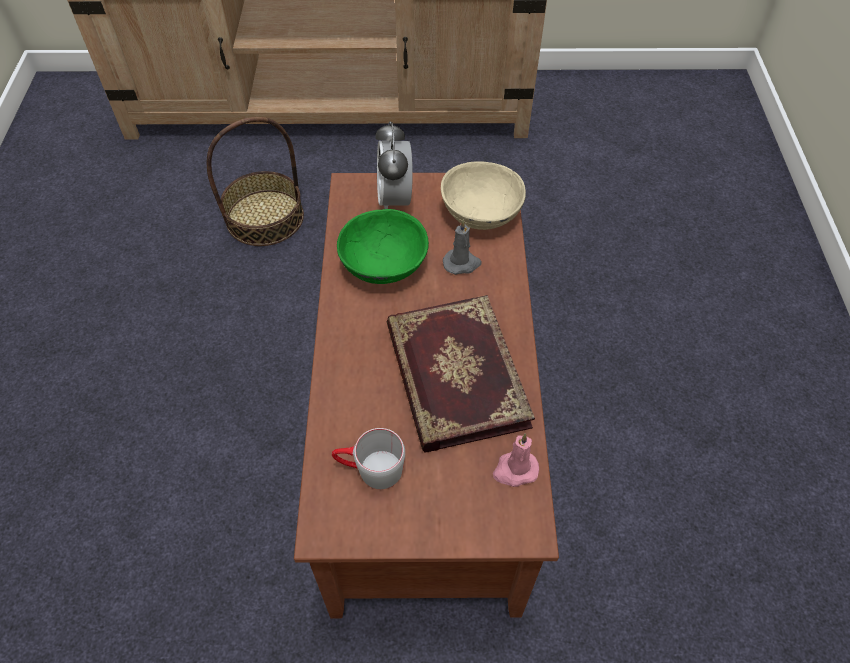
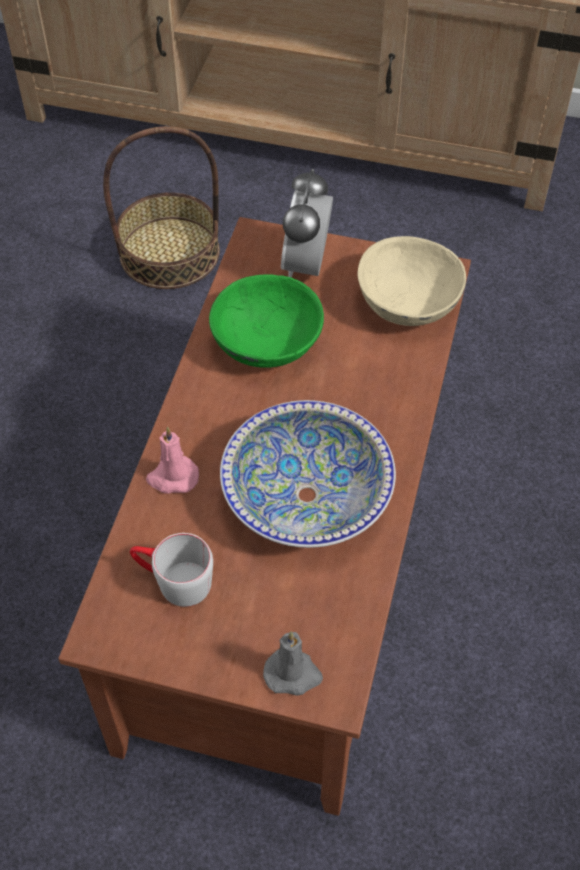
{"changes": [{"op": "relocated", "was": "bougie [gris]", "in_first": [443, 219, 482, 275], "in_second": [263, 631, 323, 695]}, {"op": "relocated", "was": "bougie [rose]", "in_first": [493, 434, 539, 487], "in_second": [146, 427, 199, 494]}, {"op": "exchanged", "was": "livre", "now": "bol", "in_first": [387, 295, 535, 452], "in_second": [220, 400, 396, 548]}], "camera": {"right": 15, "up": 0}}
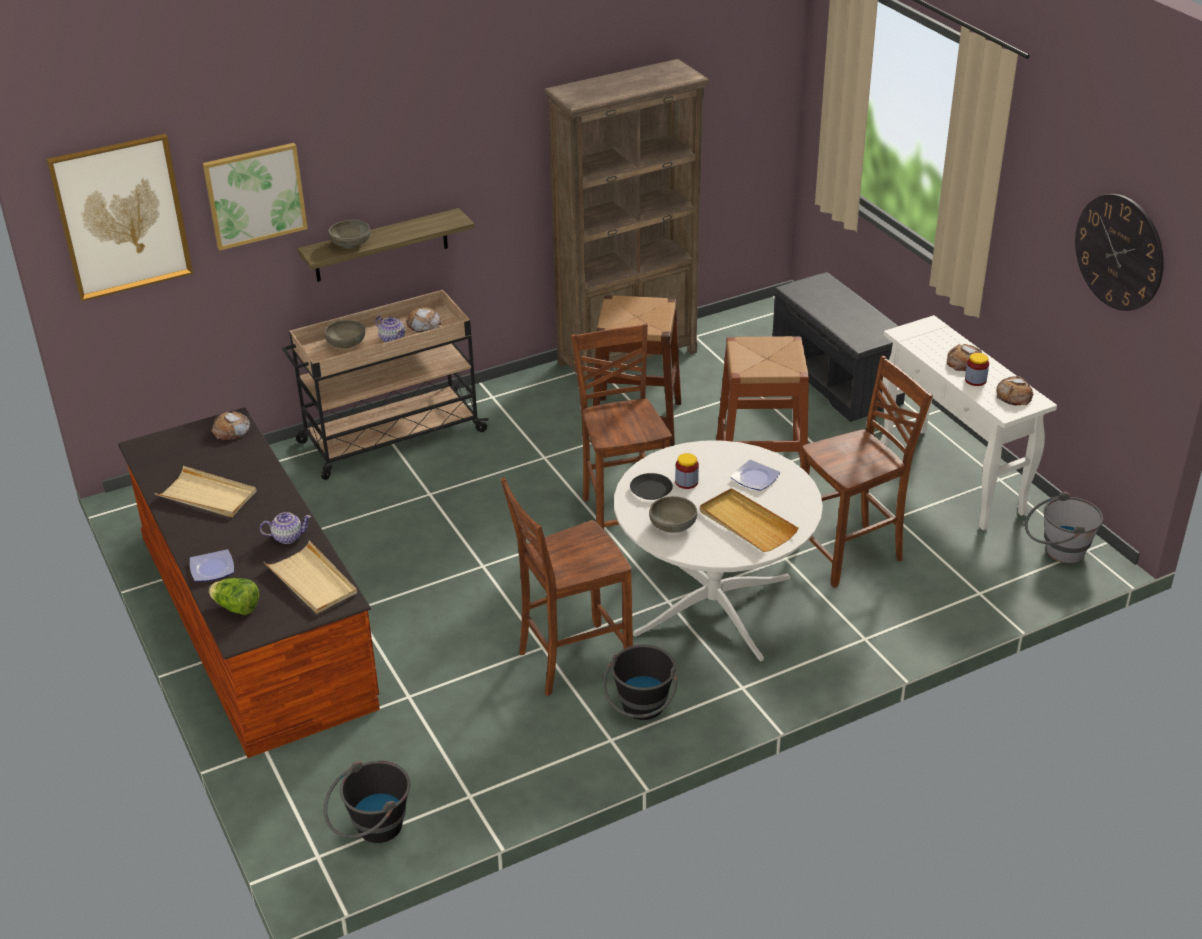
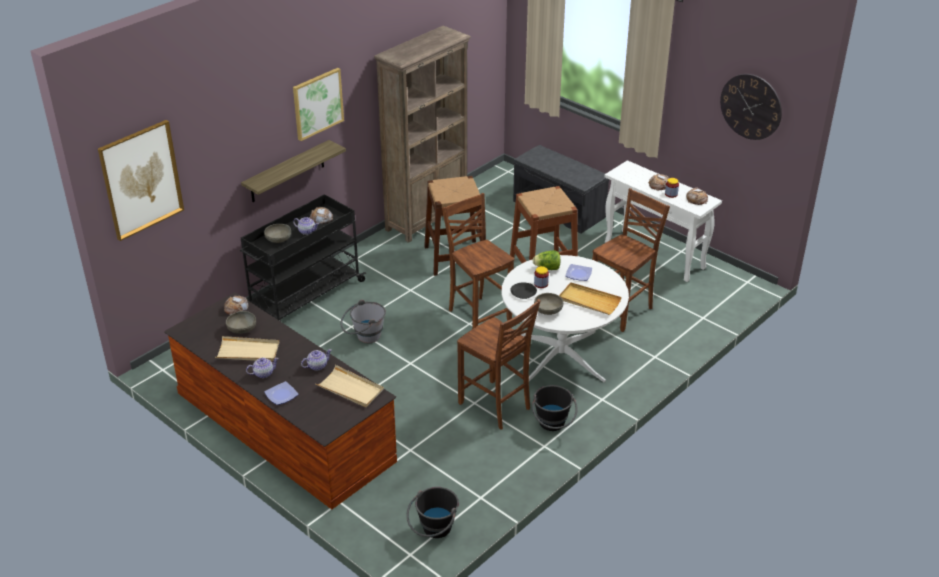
{"changes": [{"op": "appeared", "now": "théière", "in_second": [246, 357, 279, 378]}, {"op": "relocated", "was": "tableau", "in_first": [203, 143, 308, 250], "in_second": [293, 68, 344, 141]}, {"op": "relocated", "was": "laitue", "in_first": [209, 578, 259, 615], "in_second": [532, 250, 561, 270]}, {"op": "relocated", "was": "bol [gris]", "in_first": [328, 220, 370, 249], "in_second": [226, 311, 256, 334]}, {"op": "relocated", "was": "seau [gris]", "in_first": [1025, 492, 1103, 563], "in_second": [340, 299, 386, 343]}, {"op": "colour", "was": "chariot [beige]", "now": "chariot [noir]", "in_first": [282, 290, 489, 480], "in_second": [240, 194, 366, 322]}, {"op": "spun", "was": "chaise [marron]", "in_first": [501, 477, 633, 696], "in_second": [457, 299, 541, 430], "clockwise": -90}], "camera": {"right": -20, "up": 0}}
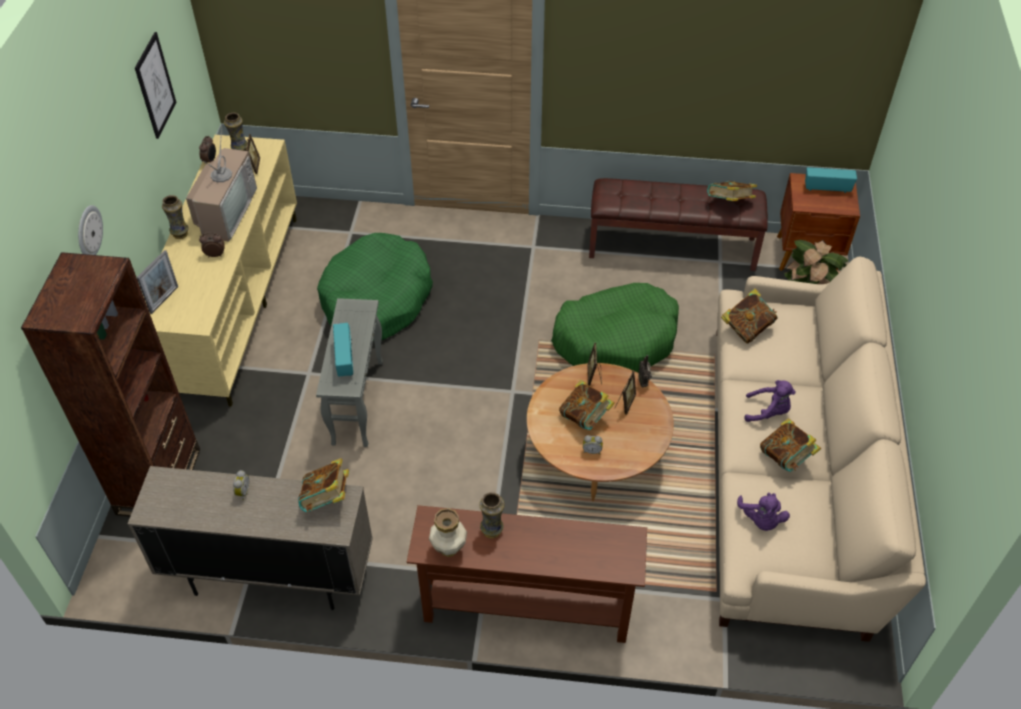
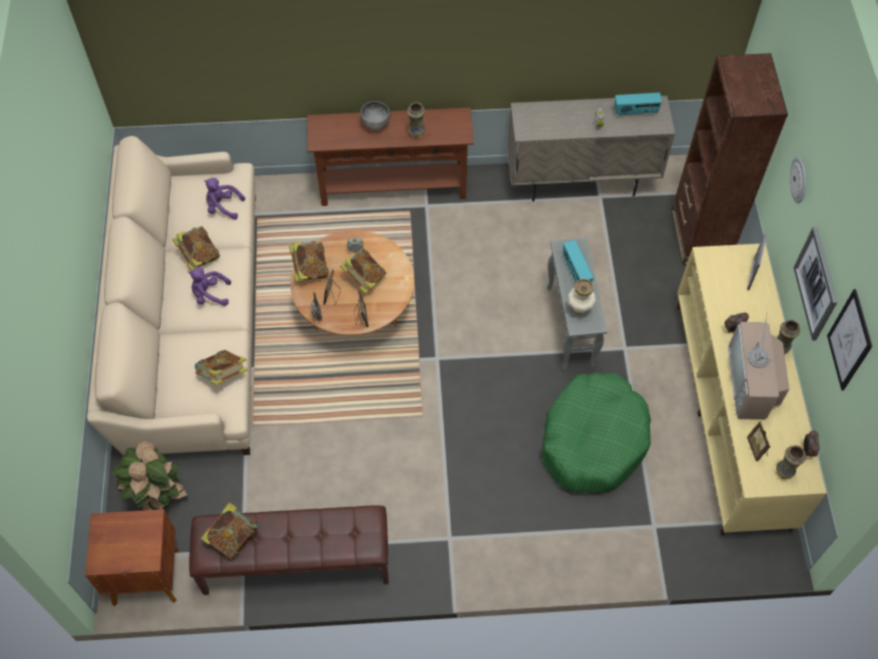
{"changes": [{"op": "missing", "was": "panier pour chien [vert]", "in_first": [551, 283, 679, 373]}, {"op": "appeared", "now": "bol [gris]", "in_second": [360, 101, 390, 130]}, {"op": "appeared", "now": "tableau", "in_second": [794, 227, 837, 341]}, {"op": "relocated", "was": "livre", "in_first": [298, 458, 349, 512], "in_second": [289, 241, 329, 282]}, {"op": "relocated", "was": "vase", "in_first": [429, 508, 467, 557], "in_second": [567, 279, 596, 315]}, {"op": "relocated", "was": "radio", "in_first": [805, 167, 857, 193], "in_second": [615, 93, 662, 116]}, {"op": "spun", "was": "peluche [violet]", "in_first": [737, 493, 790, 531], "in_second": [204, 178, 245, 220], "clockwise": -60}], "camera": {"right": 170, "up": 10}}
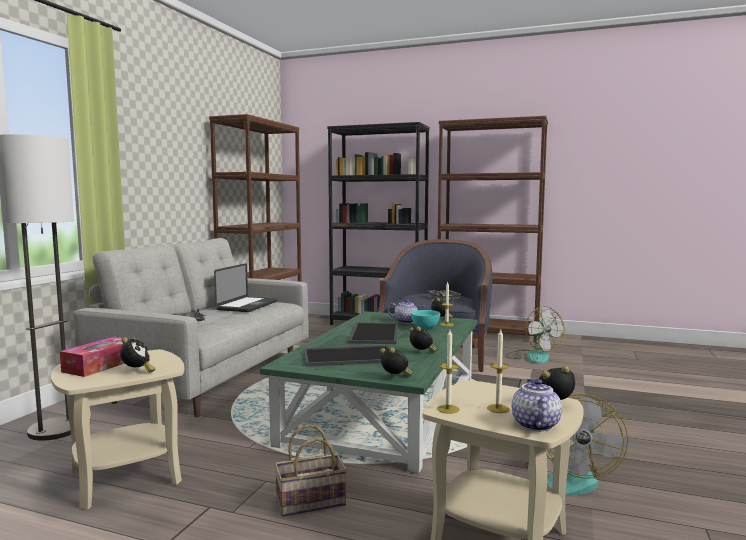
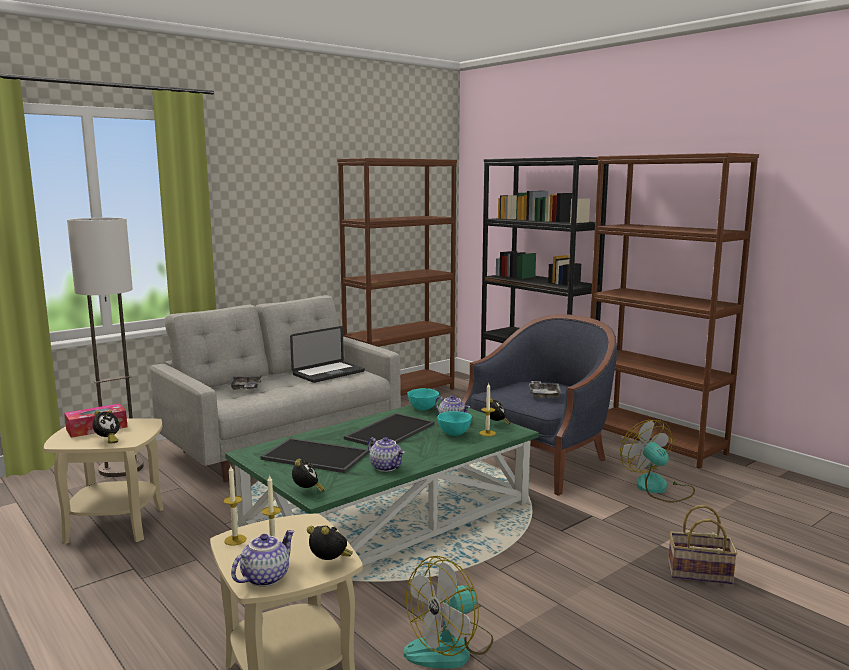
{"changes": [{"op": "appeared", "now": "bol [turquoise]", "in_second": [407, 388, 439, 410]}, {"op": "relocated", "was": "panier", "in_first": [274, 424, 347, 517], "in_second": [668, 505, 738, 584]}, {"op": "exchanged", "was": "réveil", "now": "théière", "in_first": [409, 326, 437, 352], "in_second": [368, 437, 405, 472]}, {"op": "spun", "was": "ventilateur", "in_first": [506, 306, 565, 364], "in_second": [620, 420, 695, 503], "clockwise": 150}], "camera": {"right": 30, "up": 5}}
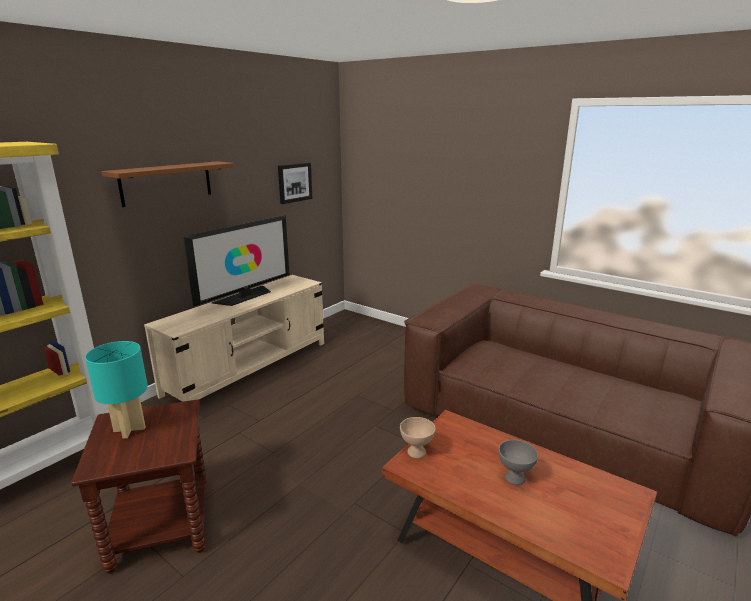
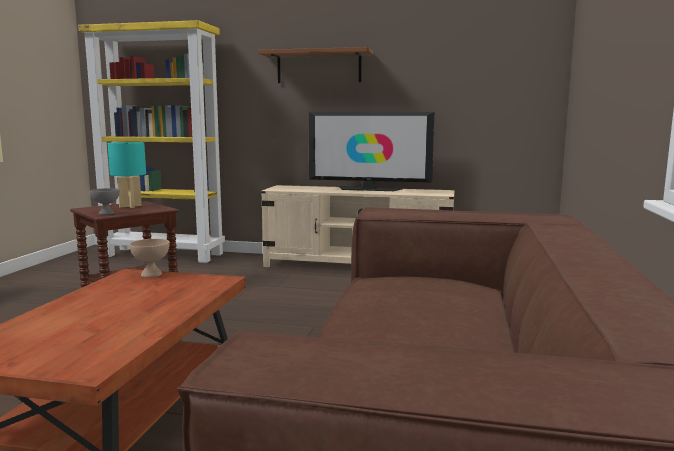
{"changes": [{"op": "missing", "was": "tableau", "in_first": [278, 162, 313, 204]}, {"op": "relocated", "was": "bol [gris]", "in_first": [499, 440, 538, 485], "in_second": [90, 188, 120, 215]}], "camera": {"right": 65, "up": -10}}
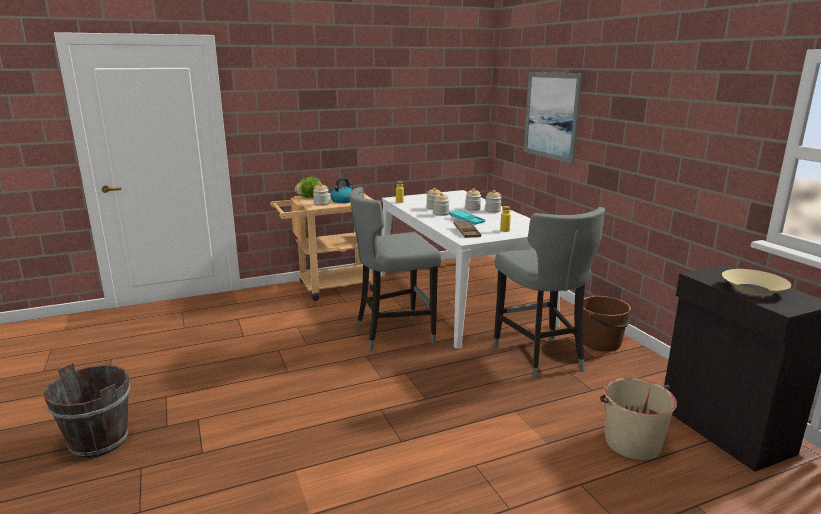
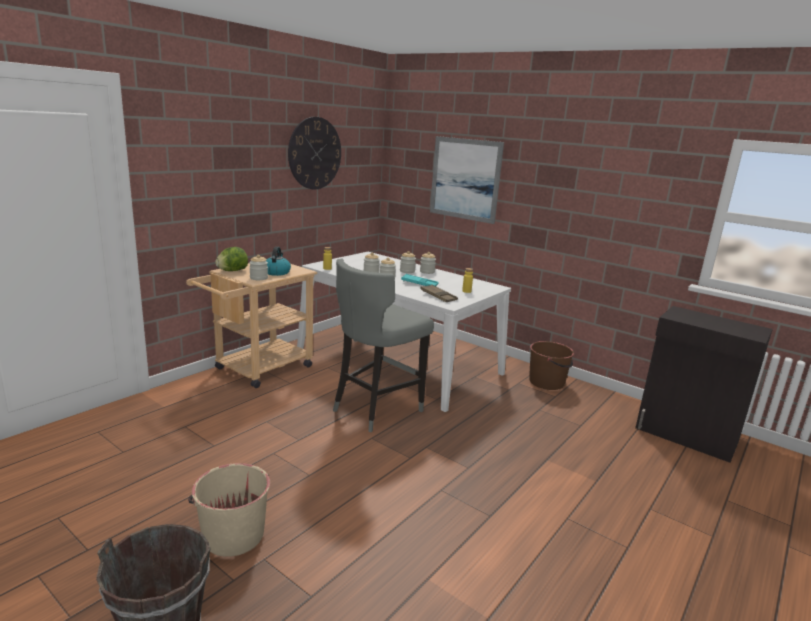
{"changes": [{"op": "missing", "was": "tabouret [gris]", "in_first": [493, 207, 605, 380]}, {"op": "missing", "was": "bol [beige]", "in_first": [722, 269, 791, 296]}, {"op": "appeared", "now": "horloge murale", "in_second": [288, 117, 341, 189]}, {"op": "relocated", "was": "seau [beige]", "in_first": [600, 378, 677, 460], "in_second": [188, 463, 270, 557]}], "camera": {"right": -30, "up": 0}}
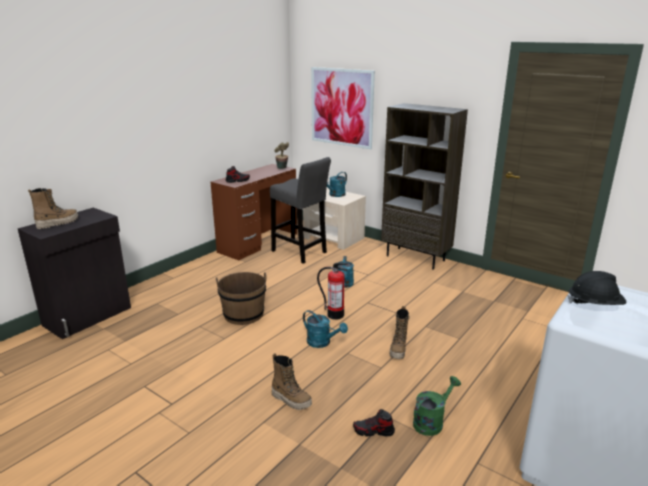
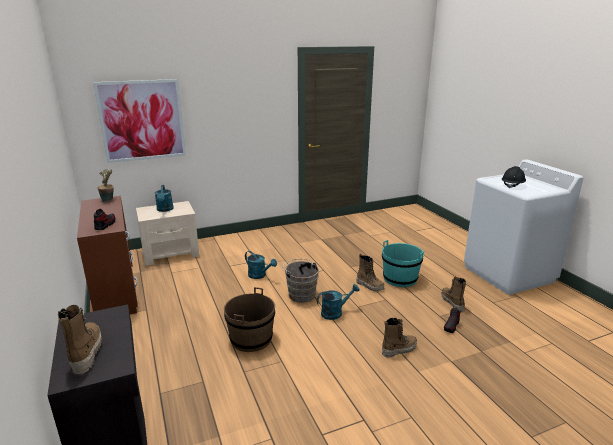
{"changes": [{"op": "missing", "was": "tabouret [gris]", "in_first": [270, 157, 331, 264]}, {"op": "missing", "was": "bibliothèque [marron]", "in_first": [381, 103, 468, 270]}, {"op": "appeared", "now": "seau [turquoise]", "in_second": [382, 240, 424, 287]}, {"op": "exchanged", "was": "extincteur", "now": "seau [marron]", "in_first": [317, 262, 349, 320], "in_second": [283, 259, 319, 303]}, {"op": "exchanged", "was": "arrosoir [vert]", "now": "botte", "in_first": [413, 376, 461, 436], "in_second": [441, 277, 466, 312]}], "camera": {"right": -60, "up": 0}}
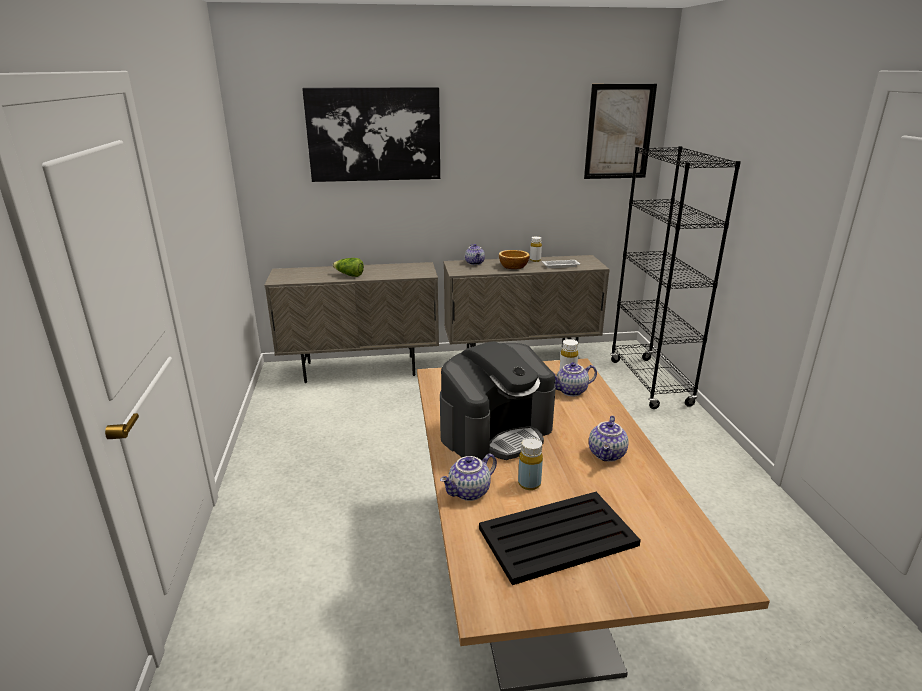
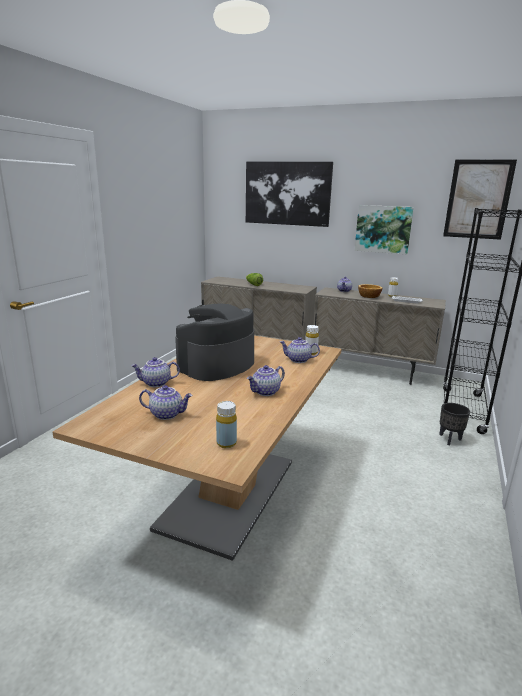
{"changes": [{"op": "appeared", "now": "tableau", "in_second": [355, 205, 414, 254]}, {"op": "appeared", "now": "cache-pot [noir]", "in_second": [439, 403, 470, 445]}, {"op": "relocated", "was": "bouteille [jaune]", "in_first": [518, 437, 543, 490], "in_second": [216, 401, 237, 448]}, {"op": "exchanged", "was": "plateau [noir]", "now": "théière", "in_first": [479, 492, 641, 585], "in_second": [139, 385, 193, 420]}, {"op": "spun", "was": "machine à café", "in_first": [440, 341, 556, 460], "in_second": [175, 304, 254, 381], "clockwise": 135}], "camera": {"right": 30, "up": -5}}
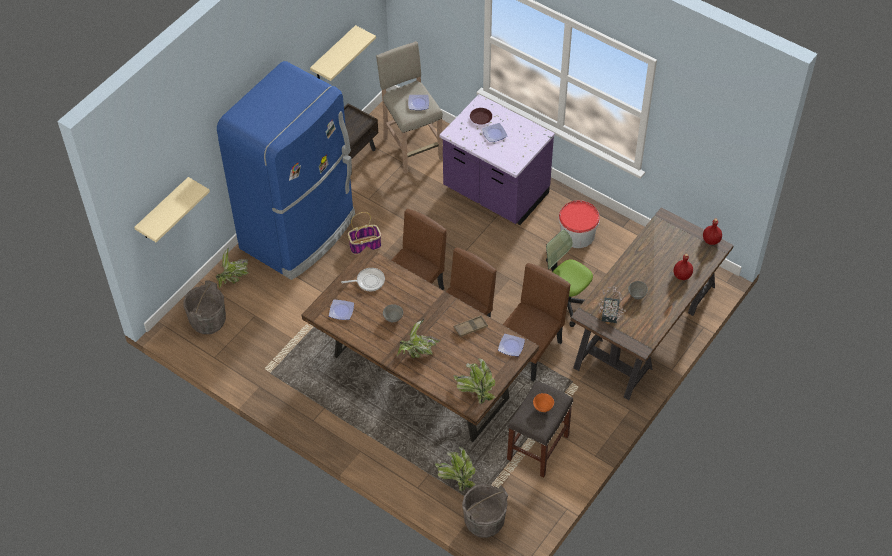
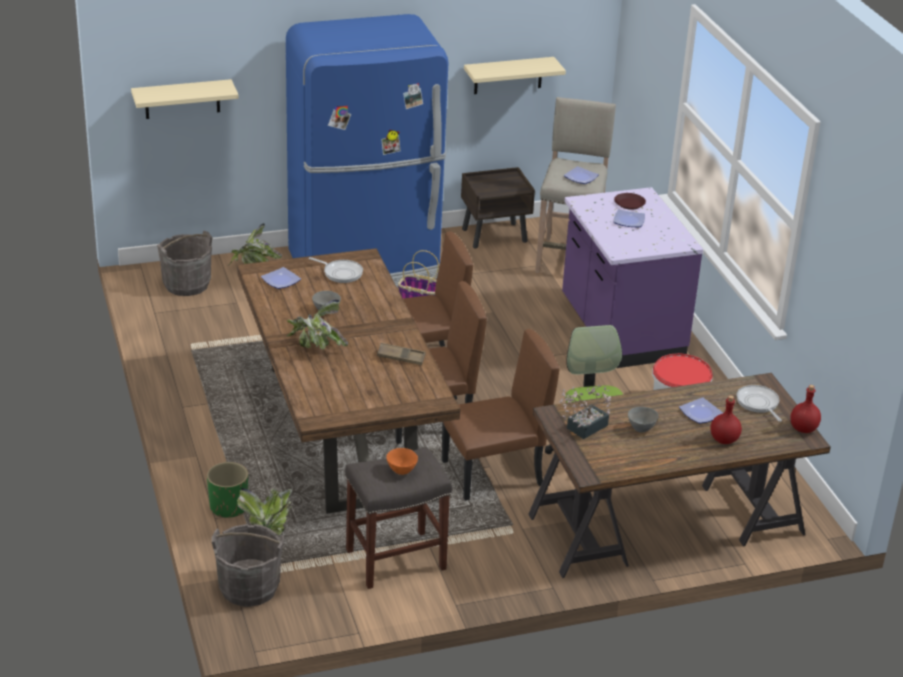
{"changes": [{"op": "missing", "was": "plante en pot", "in_first": [453, 358, 495, 404]}, {"op": "appeared", "now": "cache-pot [vert]", "in_second": [207, 462, 248, 518]}, {"op": "appeared", "now": "poêle", "in_second": [737, 385, 782, 422]}, {"op": "relocated", "was": "assiette", "in_first": [498, 334, 525, 356], "in_second": [679, 397, 723, 424]}], "camera": {"right": 35, "up": -20}}
